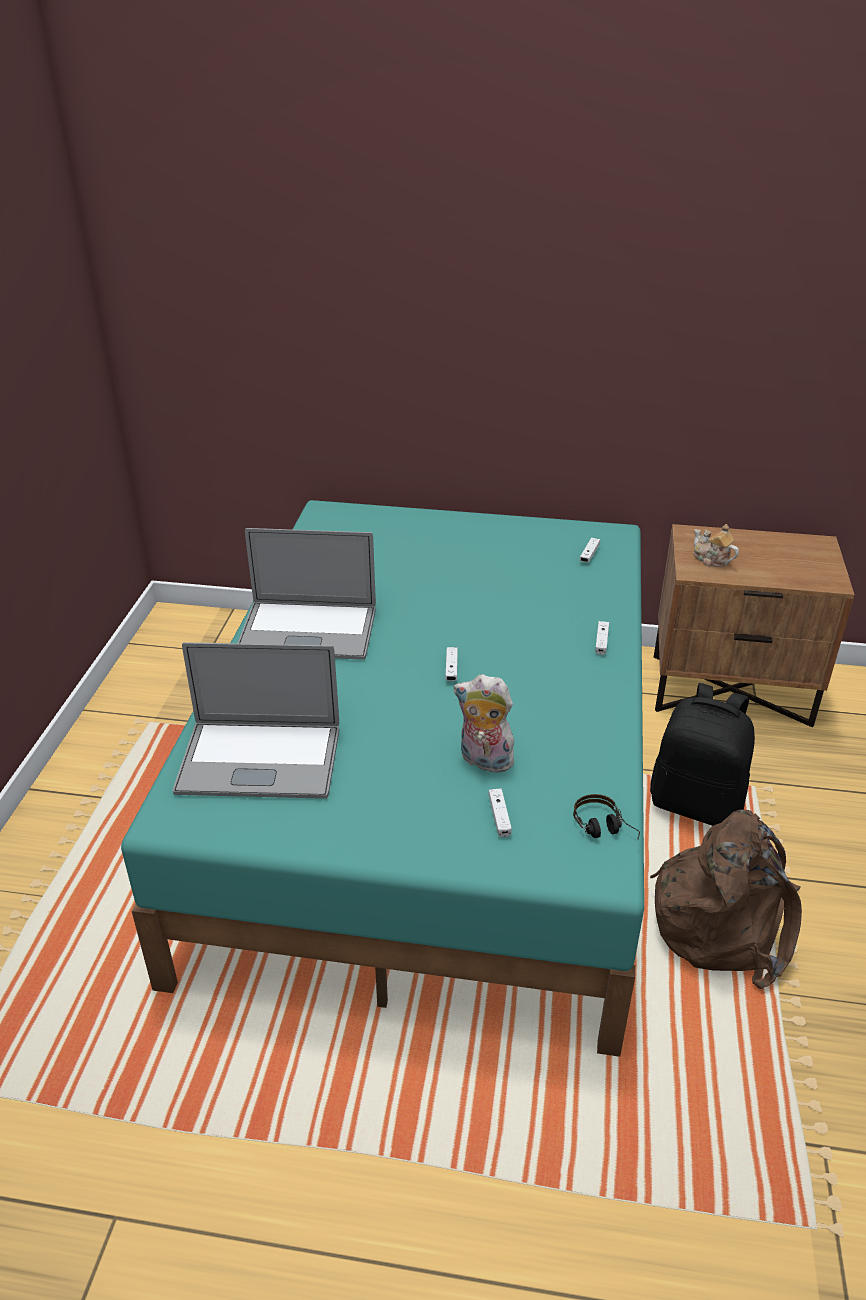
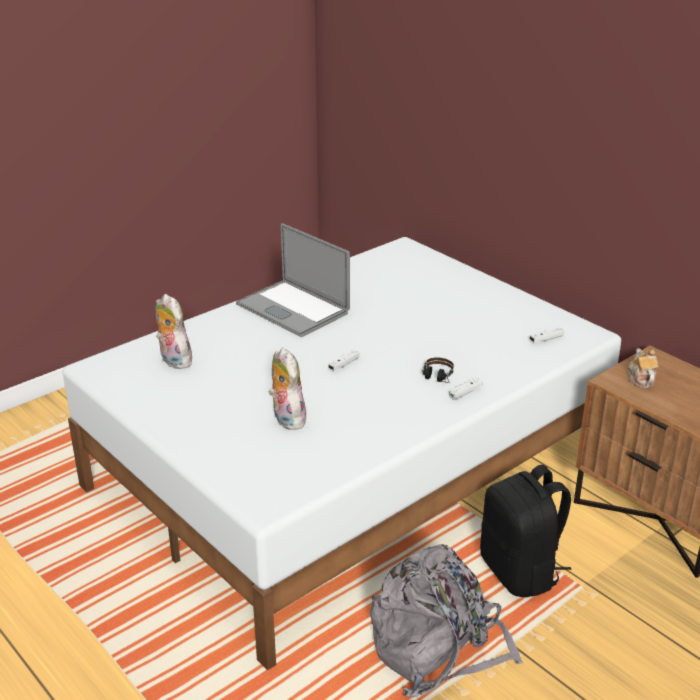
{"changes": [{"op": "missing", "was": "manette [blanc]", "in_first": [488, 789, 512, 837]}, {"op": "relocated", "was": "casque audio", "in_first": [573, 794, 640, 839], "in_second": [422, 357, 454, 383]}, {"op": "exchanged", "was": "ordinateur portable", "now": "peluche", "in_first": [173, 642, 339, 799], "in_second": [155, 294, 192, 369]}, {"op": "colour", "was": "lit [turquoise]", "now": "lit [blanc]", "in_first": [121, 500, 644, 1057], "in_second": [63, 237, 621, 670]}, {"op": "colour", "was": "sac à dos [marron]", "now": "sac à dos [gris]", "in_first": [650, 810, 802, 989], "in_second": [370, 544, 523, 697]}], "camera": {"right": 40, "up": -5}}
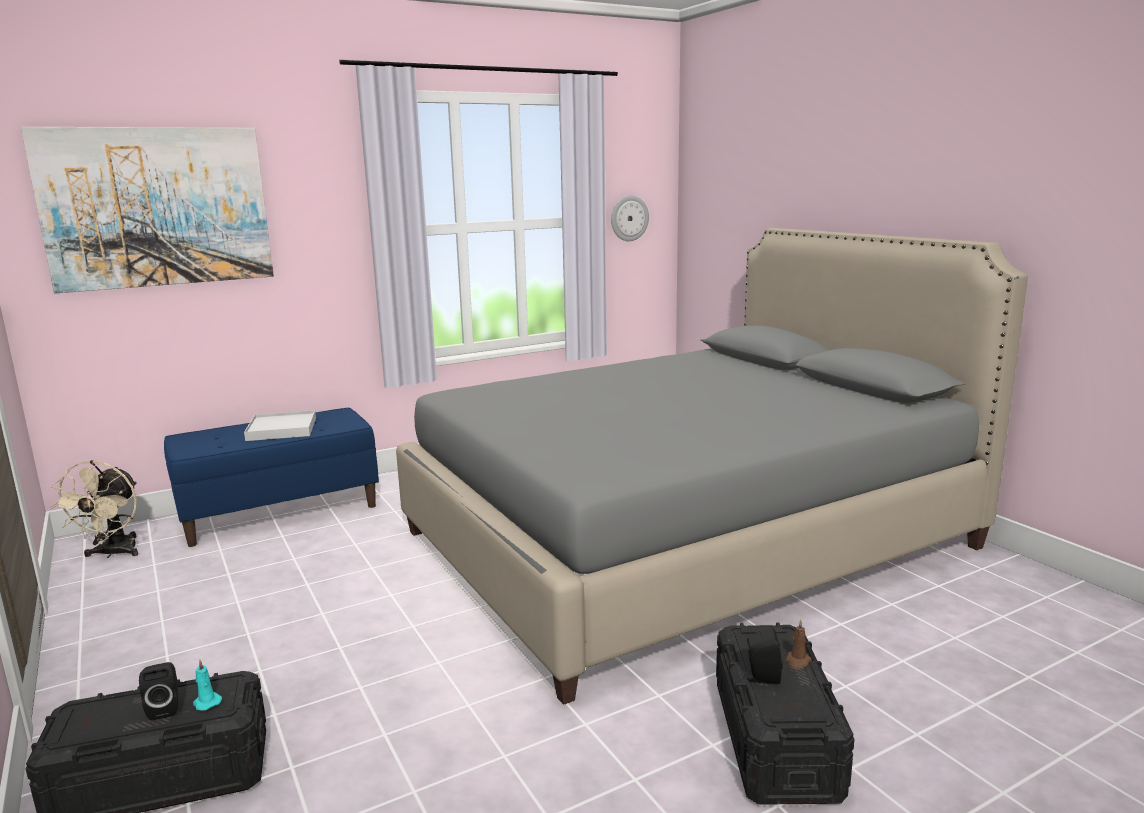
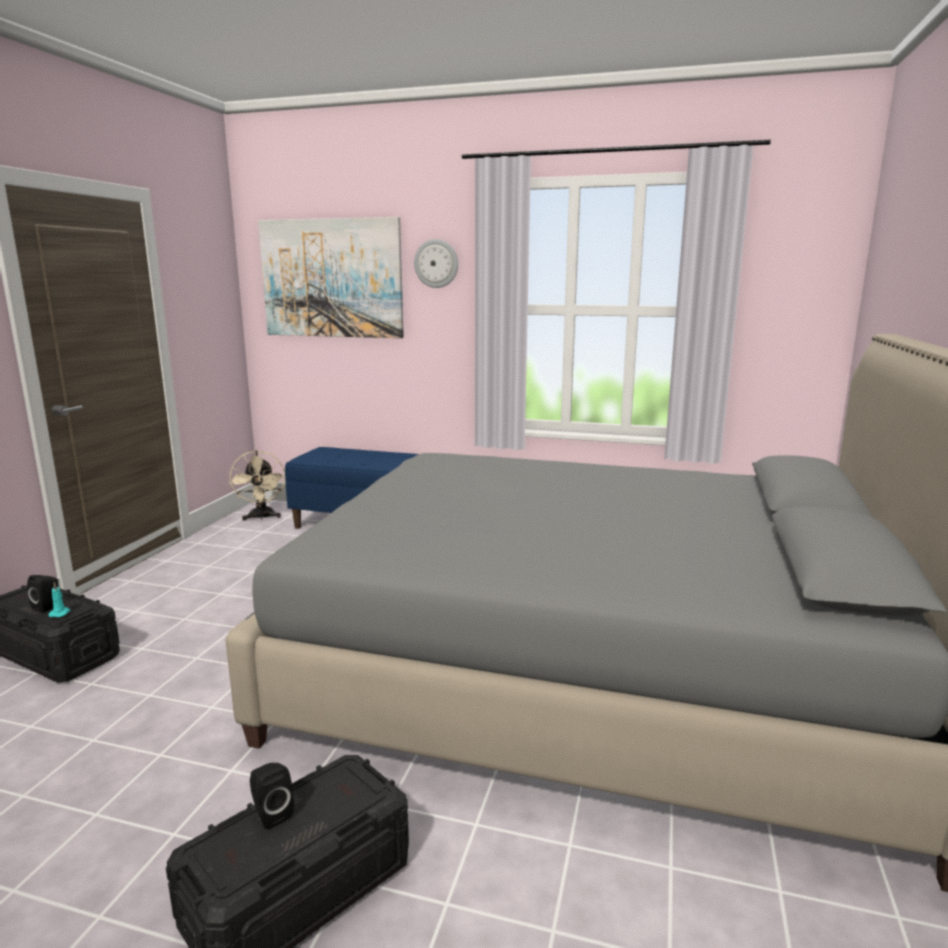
{"changes": [{"op": "missing", "was": "plateau [blanc]", "in_first": [244, 410, 316, 441]}, {"op": "missing", "was": "bougie [marron]", "in_first": [786, 620, 812, 669]}, {"op": "relocated", "was": "horloge murale", "in_first": [611, 195, 649, 241], "in_second": [414, 239, 458, 288]}, {"op": "spun", "was": "ventilateur [beige]", "in_first": [50, 460, 138, 558], "in_second": [229, 450, 285, 521], "clockwise": -60}], "camera": {"right": 45, "up": 0}}
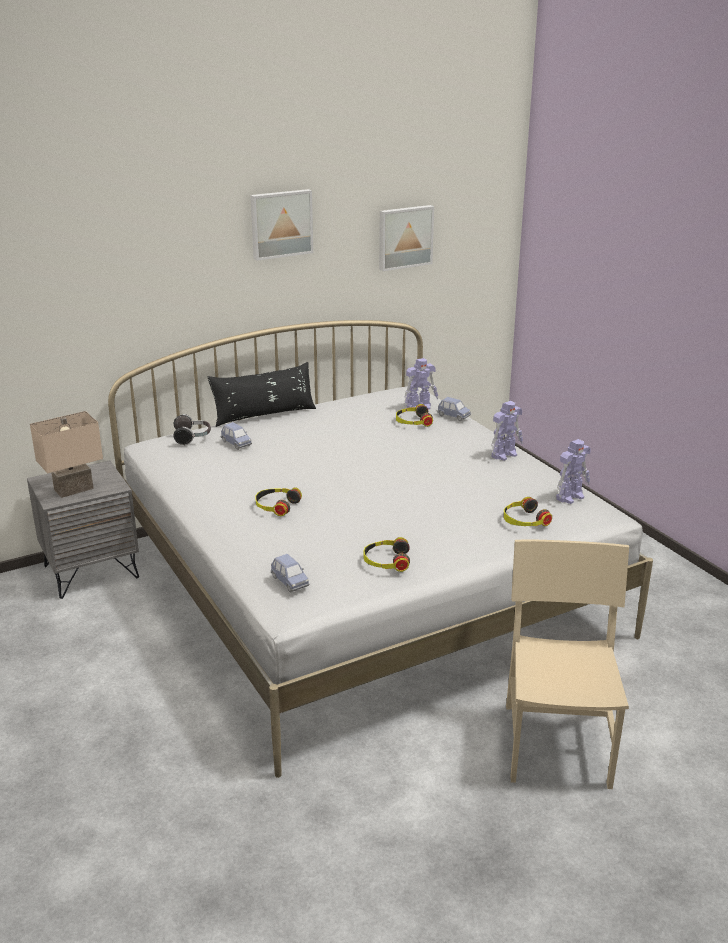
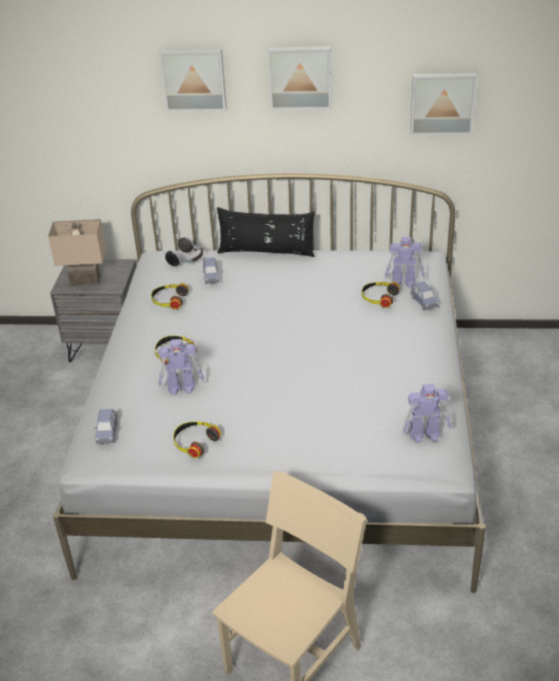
{"changes": [{"op": "appeared", "now": "tableau", "in_second": [159, 49, 227, 112]}, {"op": "relocated", "was": "robot jouet", "in_first": [491, 401, 523, 461], "in_second": [158, 339, 205, 395]}, {"op": "relocated", "was": "casque audio", "in_first": [504, 497, 552, 526], "in_second": [151, 283, 189, 310]}], "camera": {"right": 35, "up": 10}}
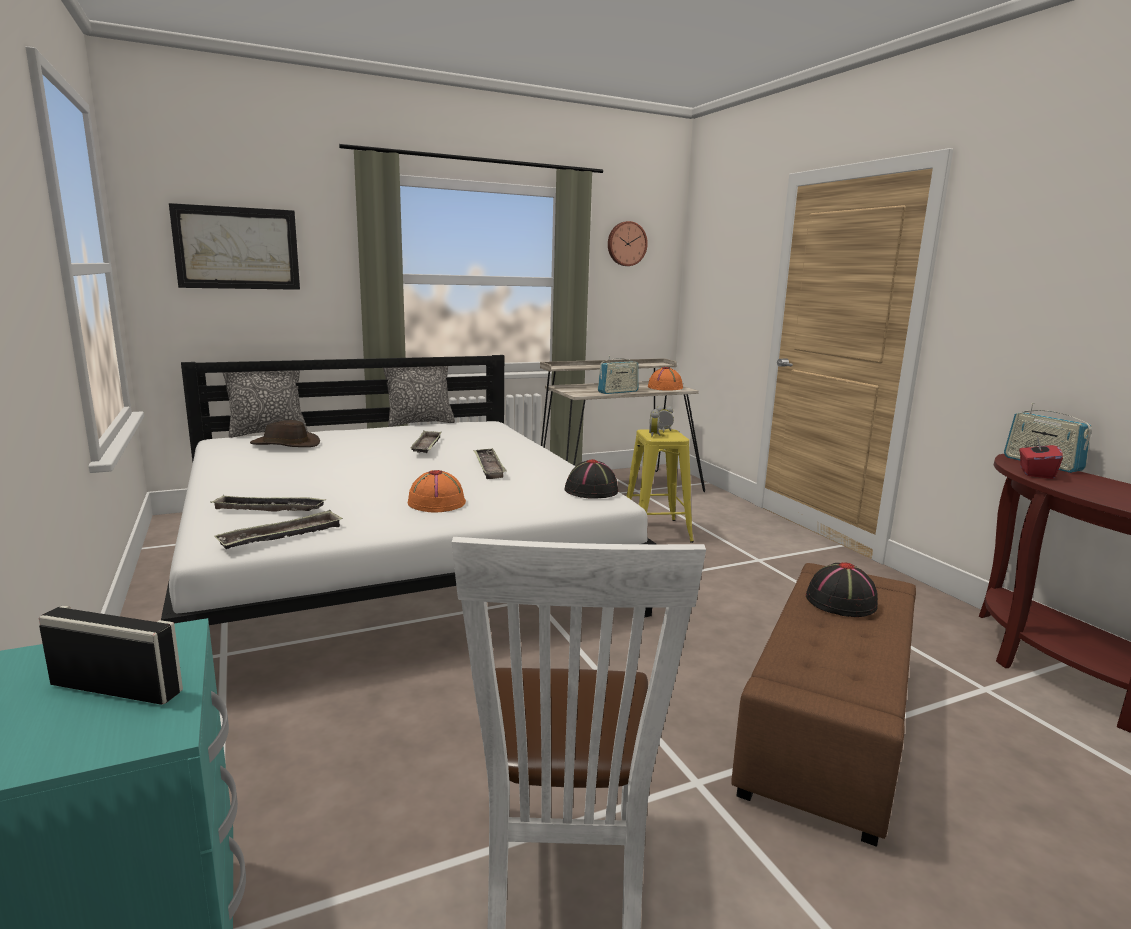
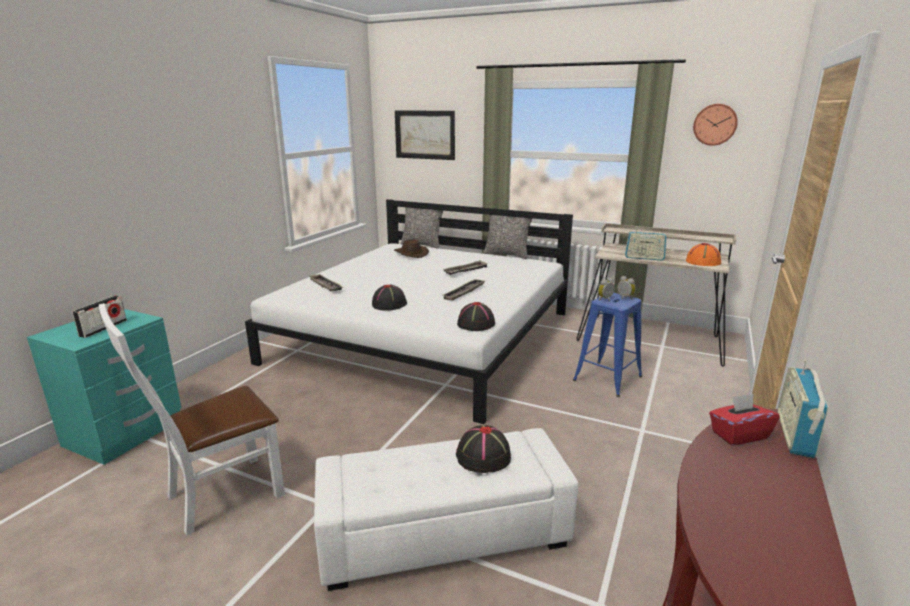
{"changes": [{"op": "missing", "was": "plateau", "in_first": [213, 510, 343, 549]}, {"op": "colour", "was": "chapeau [orange]", "now": "chapeau [noir]", "in_first": [408, 470, 466, 513], "in_second": [372, 285, 407, 311]}, {"op": "colour", "was": "tabouret [jaune]", "now": "tabouret [bleu]", "in_first": [626, 429, 694, 543], "in_second": [573, 293, 642, 397]}, {"op": "colour", "was": "pouf [marron]", "now": "pouf [blanc]", "in_first": [731, 563, 916, 847], "in_second": [314, 428, 578, 591]}, {"op": "spun", "was": "radio", "in_first": [39, 605, 183, 705], "in_second": [72, 296, 127, 338], "clockwise": 45}], "camera": {"right": 50, "up": 5}}
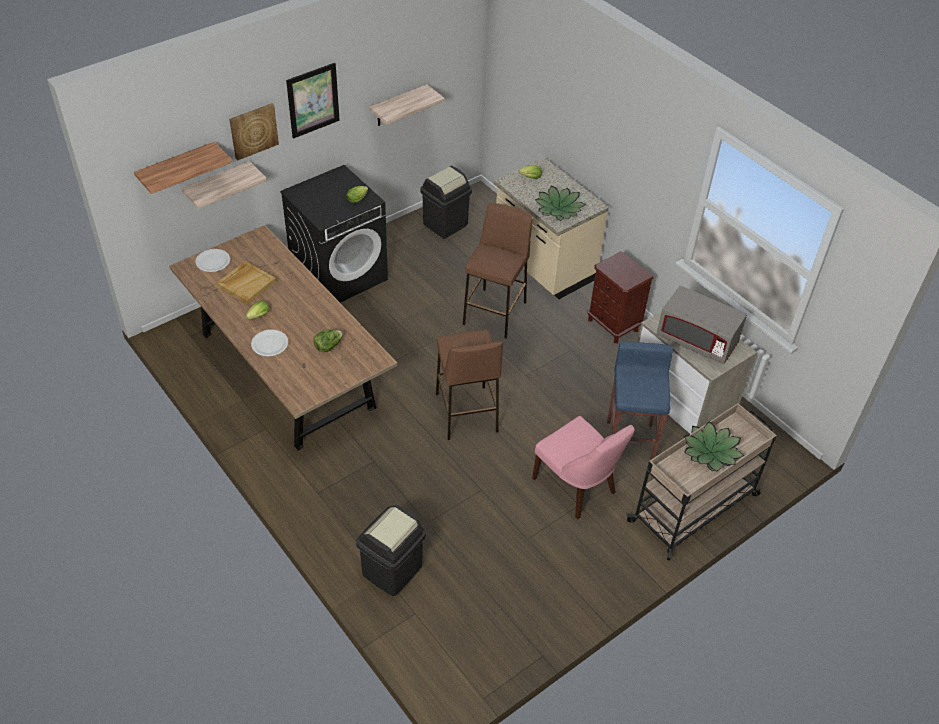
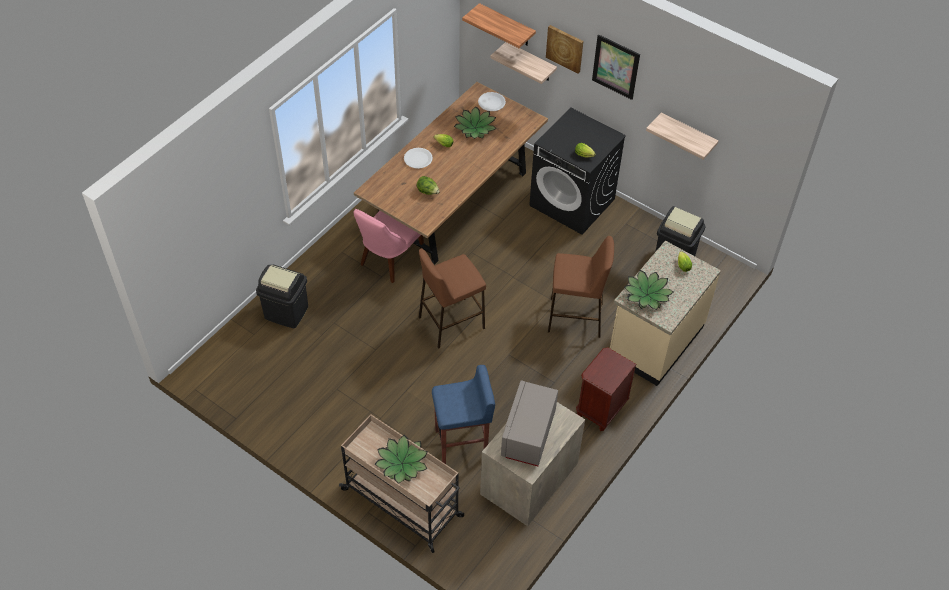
{"changes": [{"op": "relocated", "was": "chaise [rose]", "in_first": [532, 416, 635, 519], "in_second": [354, 209, 424, 283]}, {"op": "exchanged", "was": "plateau [beige]", "now": "plante en pot", "in_first": [217, 261, 276, 305], "in_second": [454, 107, 496, 139]}], "camera": {"right": 75, "up": 5}}
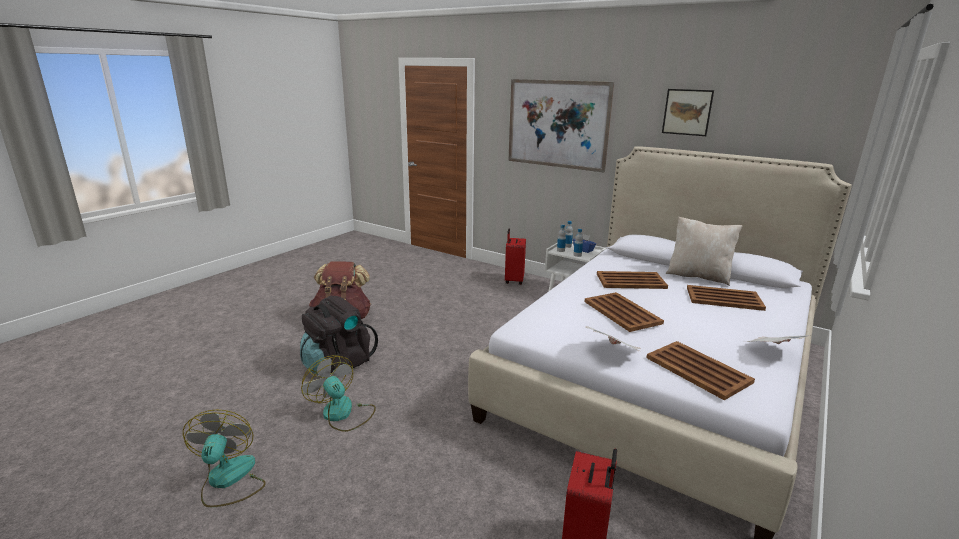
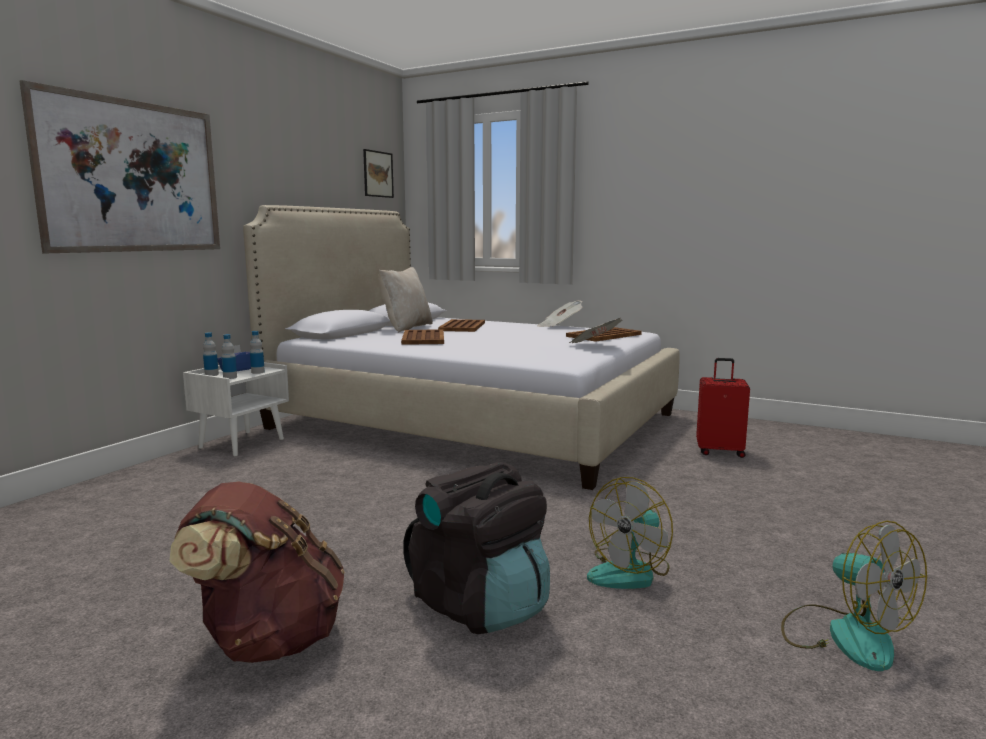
{"changes": [{"op": "missing", "was": "valise [rouge]", "in_first": [505, 228, 526, 285]}, {"op": "missing", "was": "plateau [marron]", "in_first": [585, 292, 664, 332]}, {"op": "relocated", "was": "tableau", "in_first": [662, 89, 714, 136], "in_second": [363, 149, 394, 198]}, {"op": "spun", "was": "ventilateur", "in_first": [183, 409, 266, 507], "in_second": [781, 521, 927, 671], "clockwise": -105}], "camera": {"right": -95, "up": -10}}
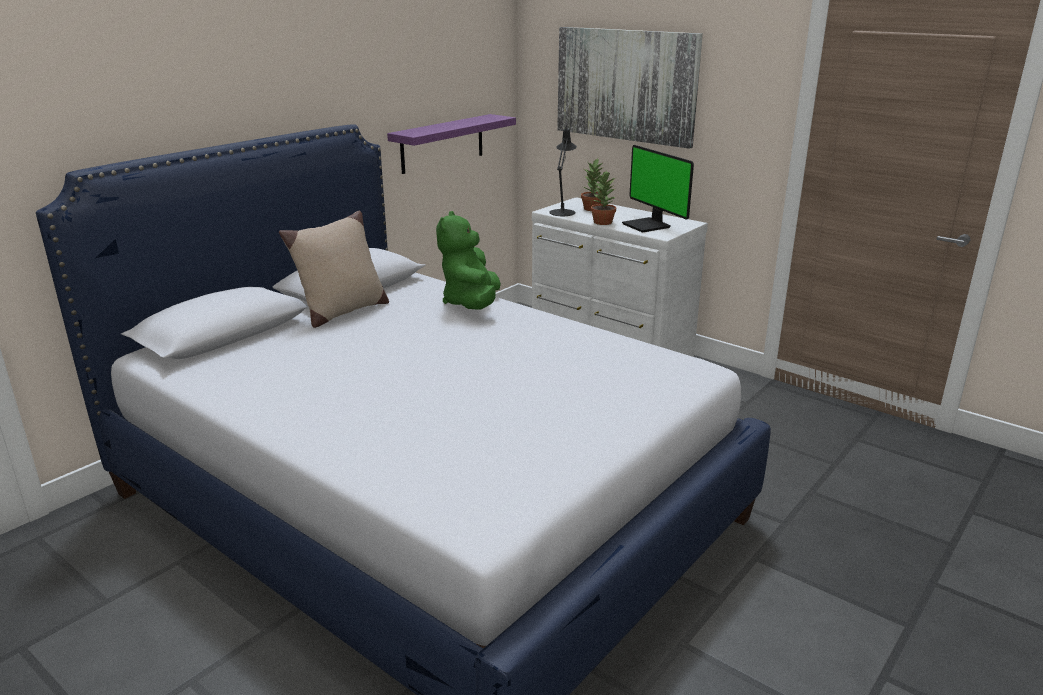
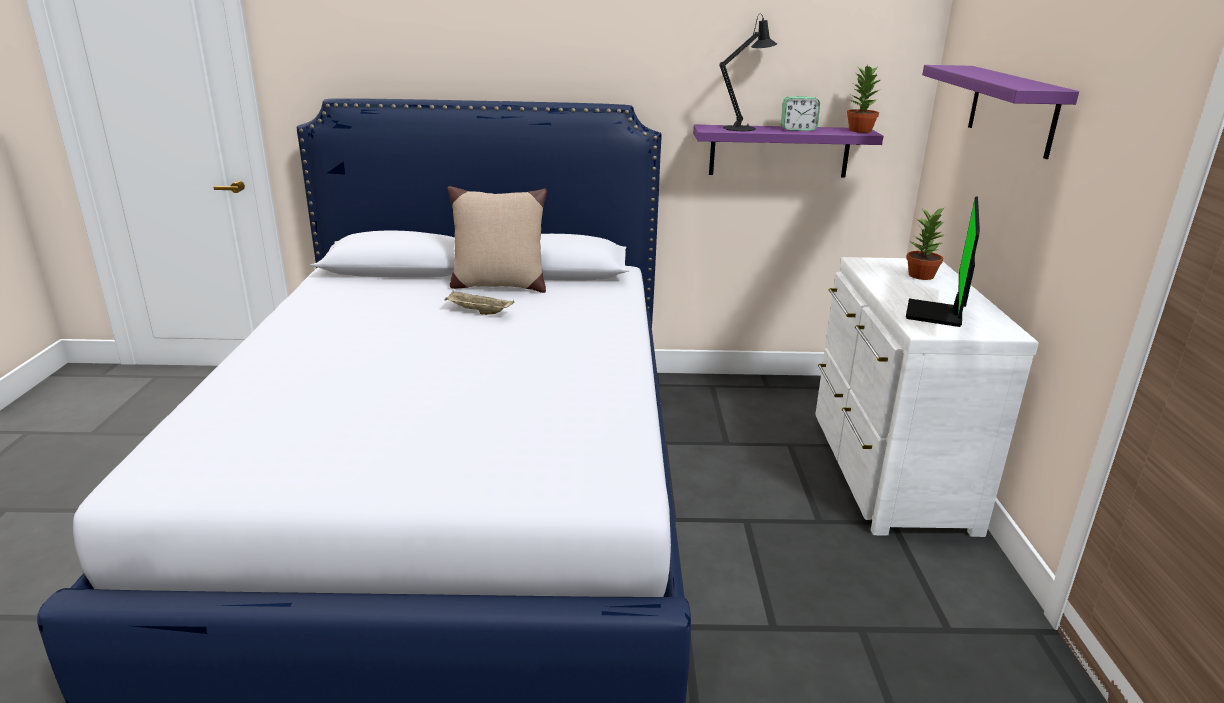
{"changes": [{"op": "missing", "was": "peluche [vert]", "in_first": [436, 211, 501, 309]}, {"op": "appeared", "now": "plateau [beige]", "in_second": [445, 291, 514, 315]}, {"op": "appeared", "now": "réveil", "in_second": [781, 96, 820, 131]}, {"op": "relocated", "was": "lampe de table [noir]", "in_first": [549, 125, 577, 216], "in_second": [719, 13, 777, 131]}, {"op": "relocated", "was": "plante en pot", "in_first": [591, 170, 616, 225], "in_second": [847, 65, 881, 133]}, {"op": "exchanged", "was": "tableau", "now": "étagère [violet]", "in_first": [557, 27, 703, 149], "in_second": [922, 65, 1079, 159]}], "camera": {"right": 50, "up": 0}}
